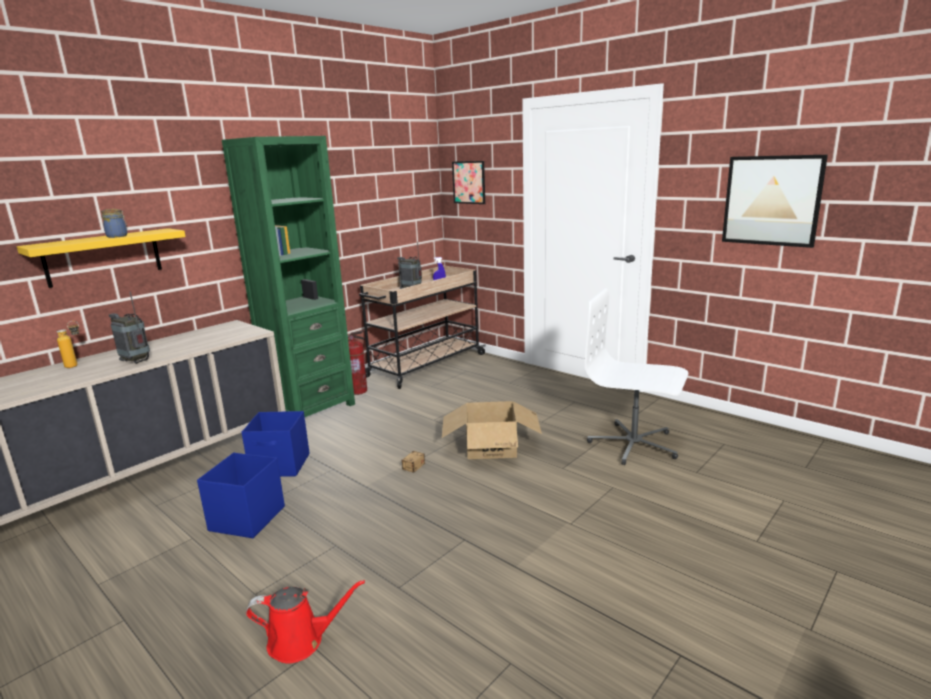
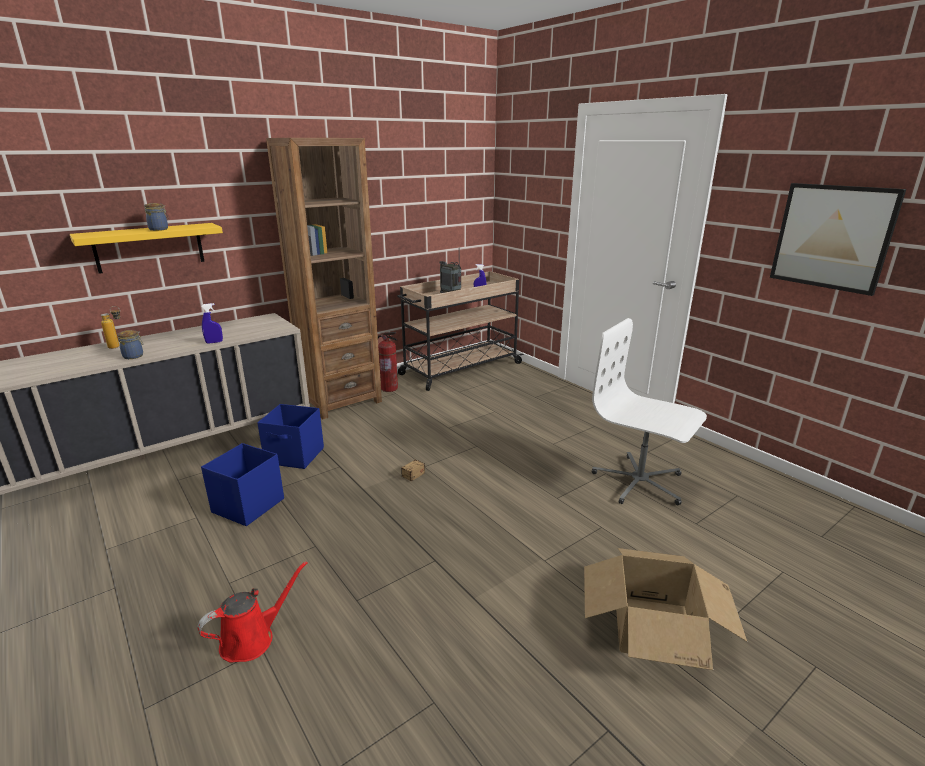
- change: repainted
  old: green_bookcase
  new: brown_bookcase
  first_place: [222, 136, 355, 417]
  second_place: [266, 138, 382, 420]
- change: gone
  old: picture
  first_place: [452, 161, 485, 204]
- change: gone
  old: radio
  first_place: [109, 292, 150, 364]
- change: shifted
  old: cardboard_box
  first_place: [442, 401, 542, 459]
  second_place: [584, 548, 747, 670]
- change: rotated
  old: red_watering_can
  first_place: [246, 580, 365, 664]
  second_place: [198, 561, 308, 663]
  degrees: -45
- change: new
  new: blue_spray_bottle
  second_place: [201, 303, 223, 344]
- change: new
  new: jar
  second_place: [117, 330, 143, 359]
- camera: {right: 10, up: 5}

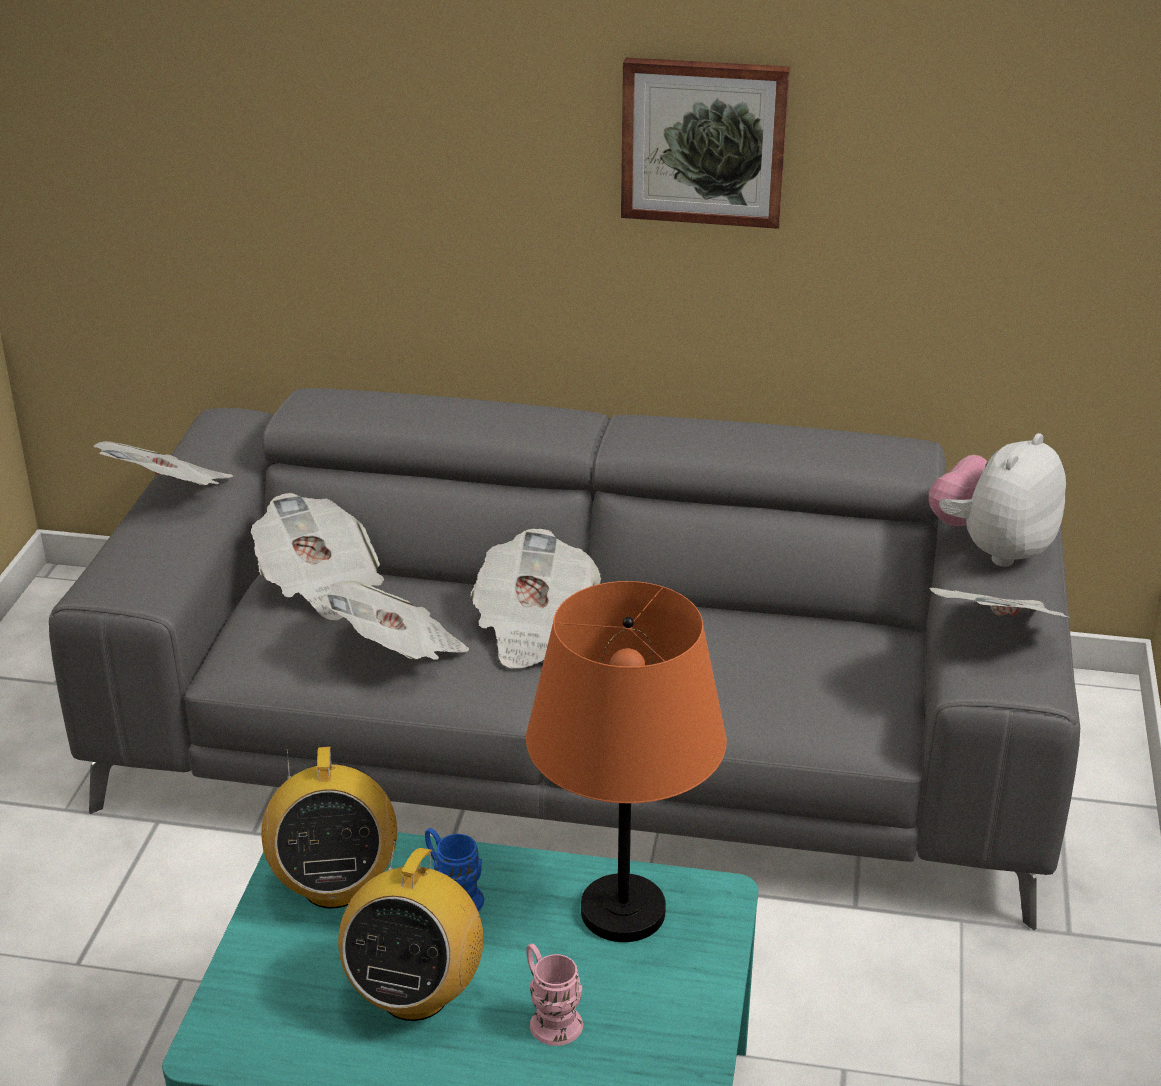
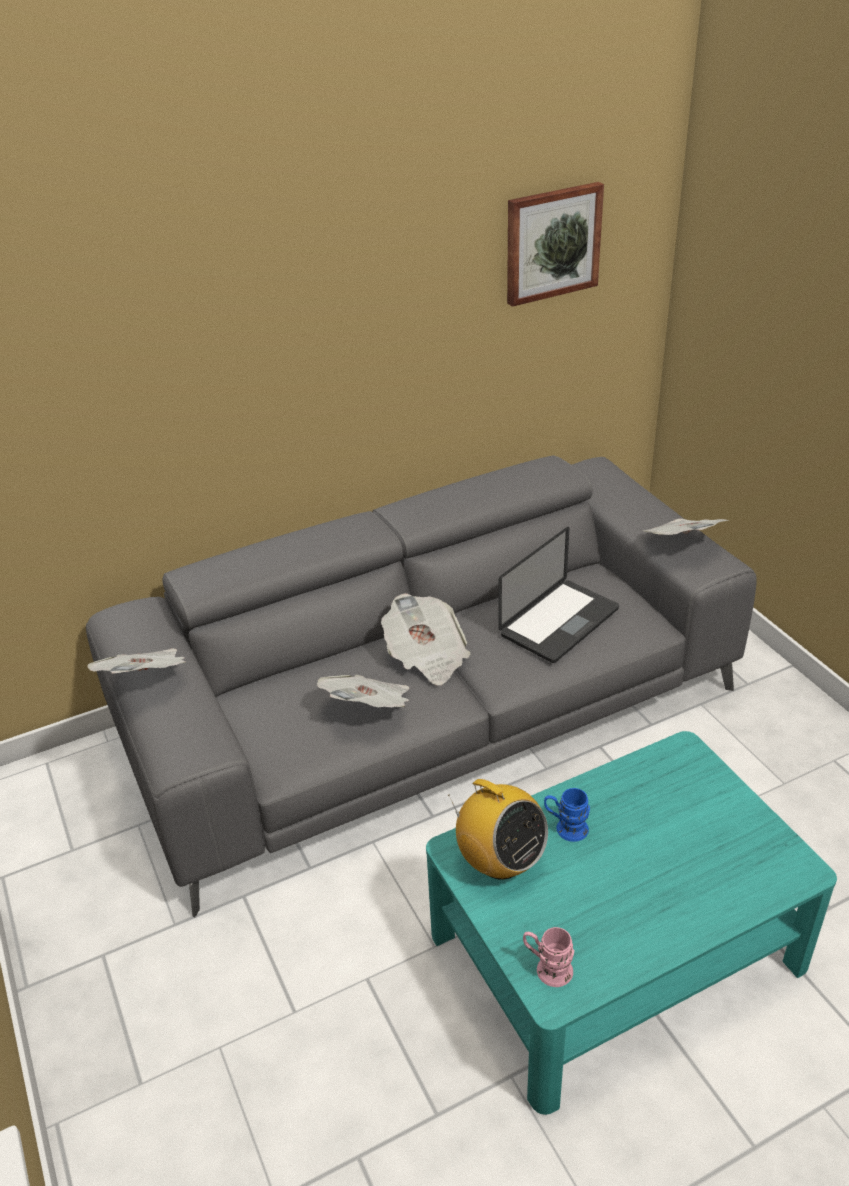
- change: shifted
  old: picture
  first_place: [621, 57, 790, 229]
  second_place: [507, 182, 604, 307]
- change: gone
  old: plush_toy
  first_place: [929, 433, 1066, 567]
- change: gone
  old: newspaper
  first_place: [251, 493, 384, 620]
- change: gone
  old: orange_table_lamp
  first_place: [526, 581, 727, 942]
- change: gone
  old: radio
  first_place: [338, 840, 483, 1021]
- change: shifted
  old: pink_mug
  first_place: [526, 944, 583, 1046]
  second_place: [523, 927, 574, 987]
- change: new
  new: laptop
  second_place: [498, 527, 619, 663]
- camera: {right: -35, up: 5}

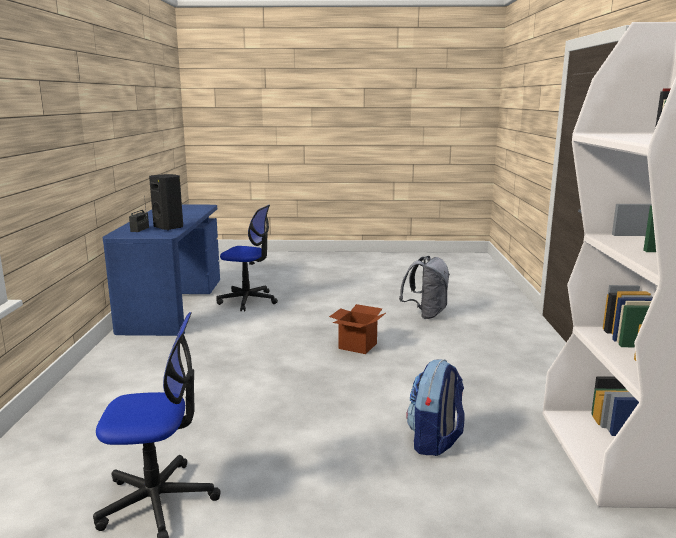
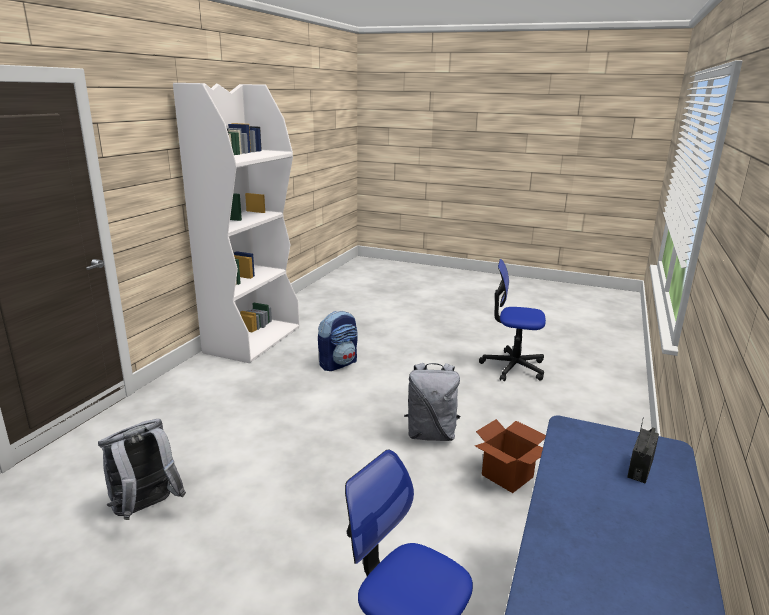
- change: gone
  old: black_speaker
  first_place: [149, 174, 183, 231]
- change: shifted
  old: cardboard_box
  first_place: [329, 304, 386, 354]
  second_place: [475, 419, 546, 493]
- change: new
  new: grey_backpack
  second_place: [404, 363, 460, 441]
- camera: {right: -160, up: 5}

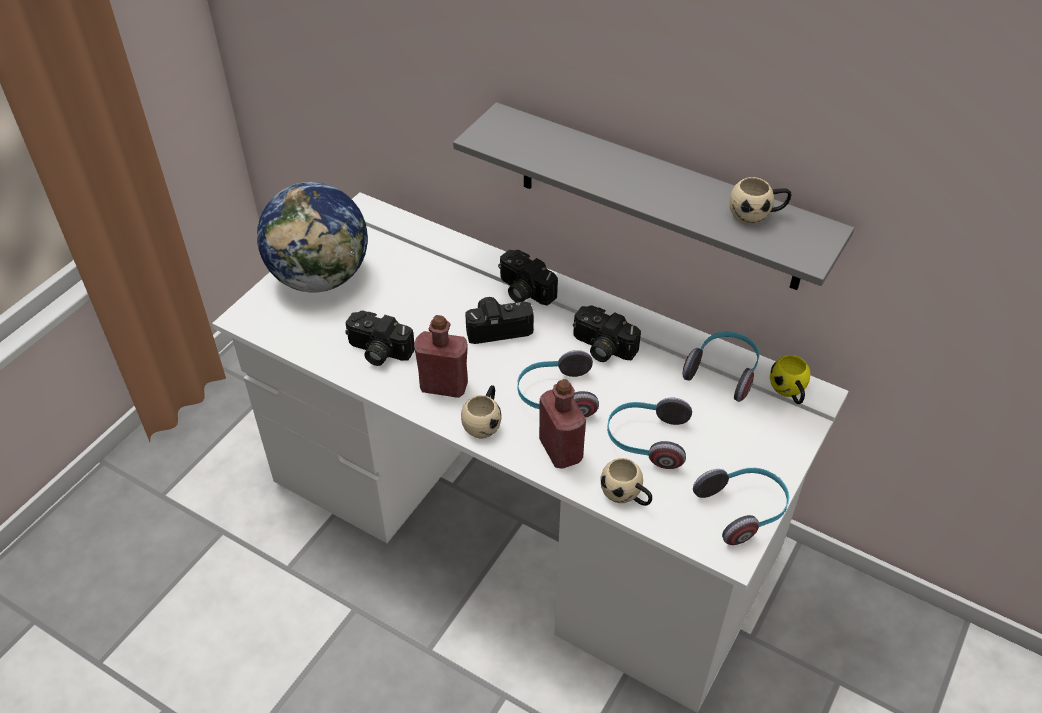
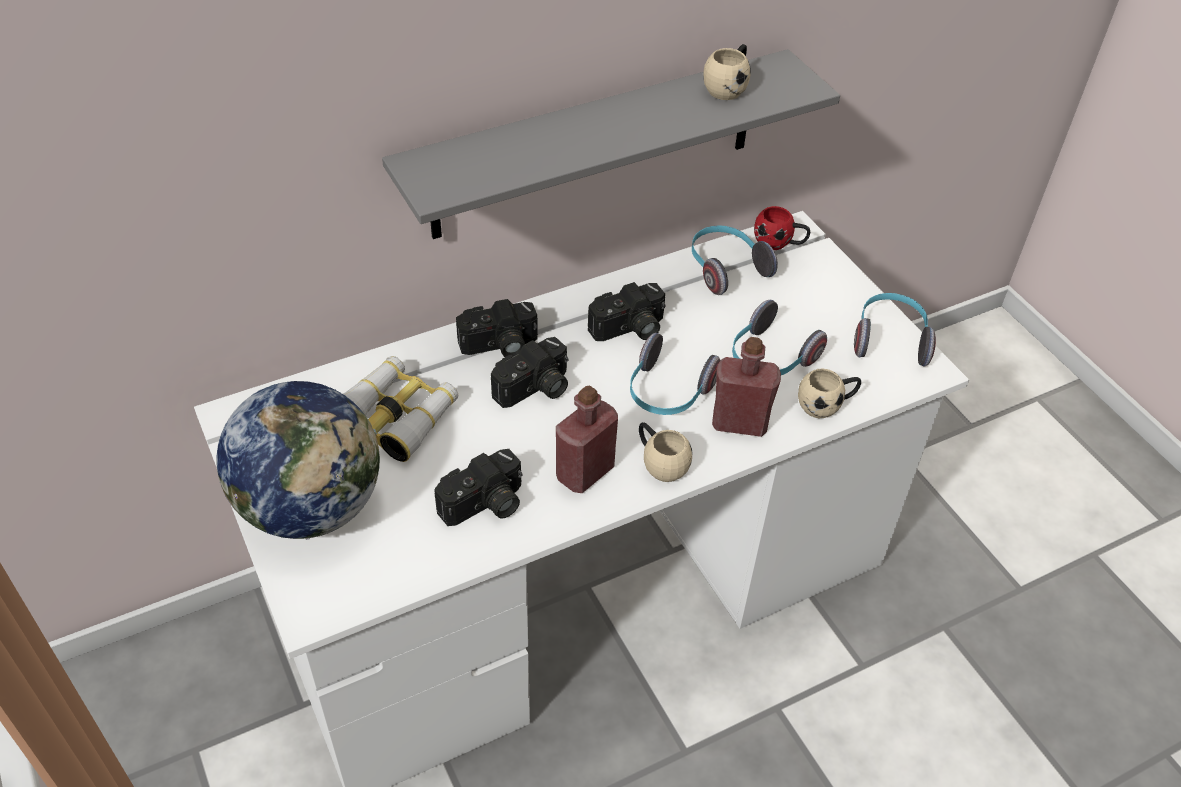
- change: rotated
  old: photo_camera
  first_place: [465, 297, 534, 344]
  second_place: [491, 337, 568, 408]
  degrees: -150
- change: repainted
  old: yellow_mug
  new: red_mug
  first_place: [770, 355, 811, 404]
  second_place: [754, 206, 810, 250]
- change: new
  new: binoculars
  second_place: [343, 356, 458, 462]
- camera: {right: -60, up: 0}

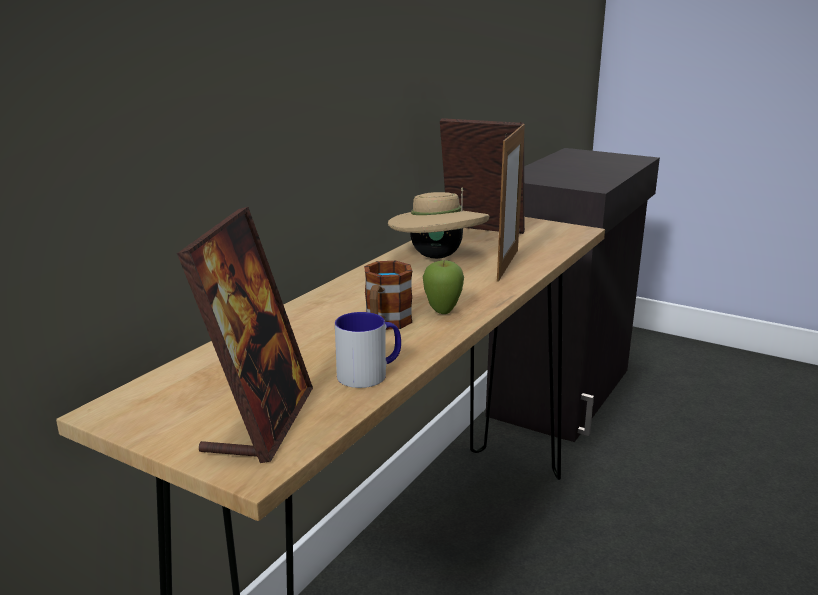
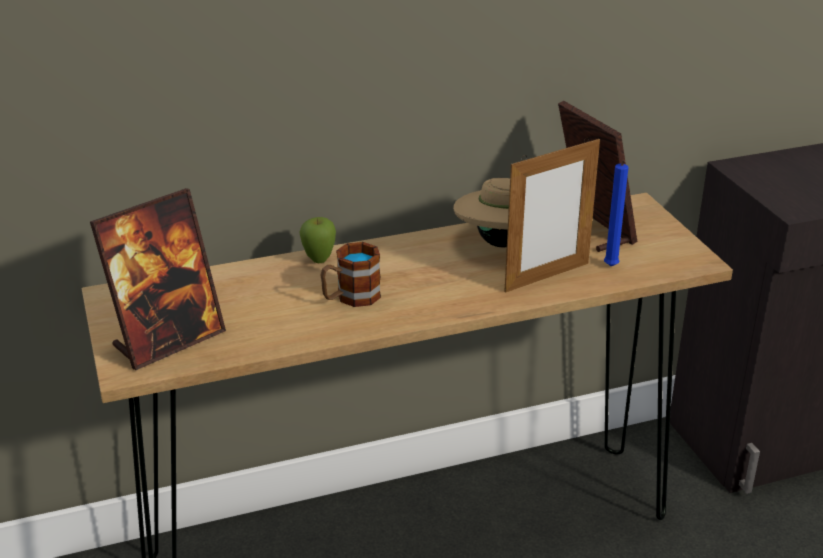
- change: shifted
  old: apple
  first_place: [423, 260, 464, 314]
  second_place: [300, 217, 336, 263]
- change: gone
  old: mug
  first_place: [335, 312, 401, 388]
- change: new
  new: blue_candle
  second_place: [604, 160, 629, 266]
- camera: {right: 40, up: 10}

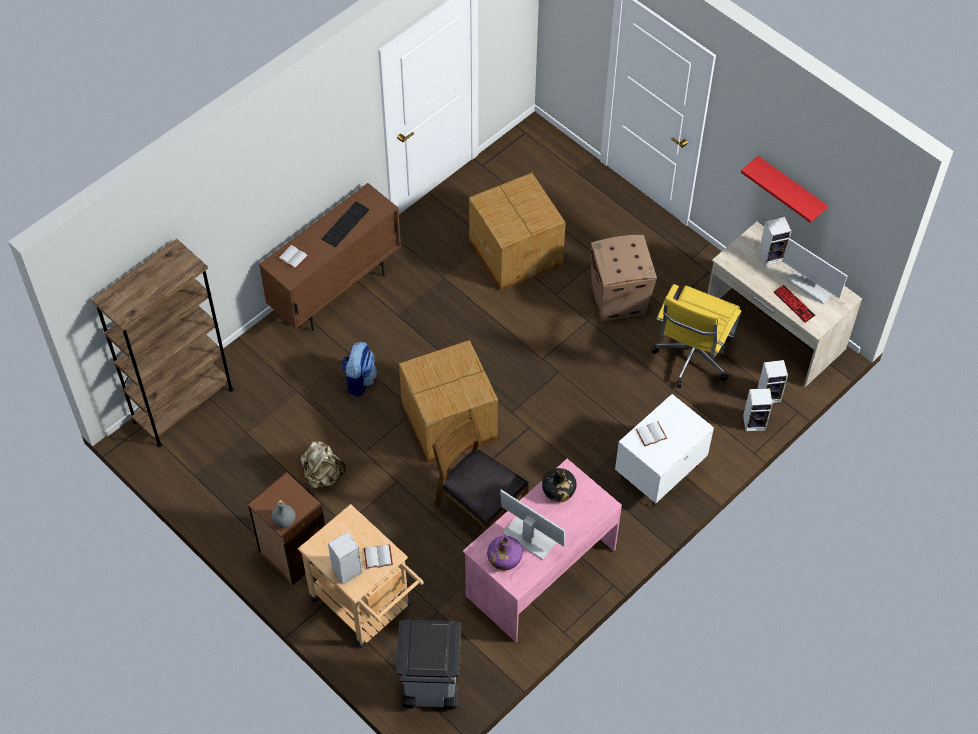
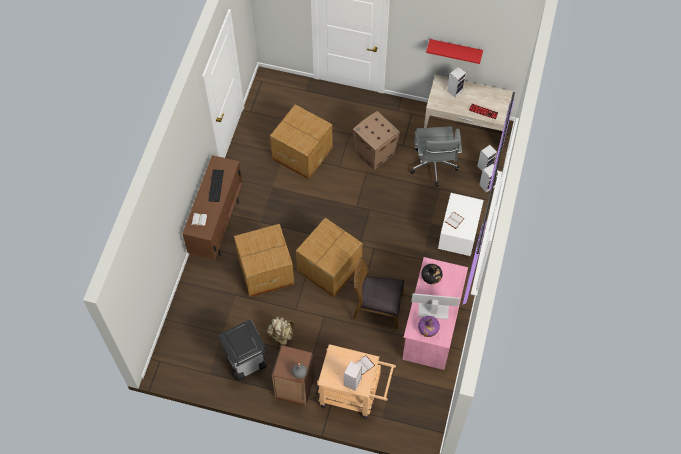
- change: gone
  old: monitor
  first_place: [782, 238, 848, 304]
- change: gone
  old: brown_bookcase
  first_place: [91, 239, 234, 447]
- change: repainted
  old: yellow_office_chair
  new: grey_office_chair
  first_place: [651, 284, 742, 388]
  second_place: [410, 126, 462, 186]
- change: swapped
  old: backpack
  new: cardboard_box
  first_place: [341, 342, 378, 397]
  second_place: [234, 224, 295, 297]
- change: shifted
  old: grey_trash_can
  first_place: [396, 619, 461, 710]
  second_place: [218, 320, 267, 381]
- camera: {right: -30, up: 5}

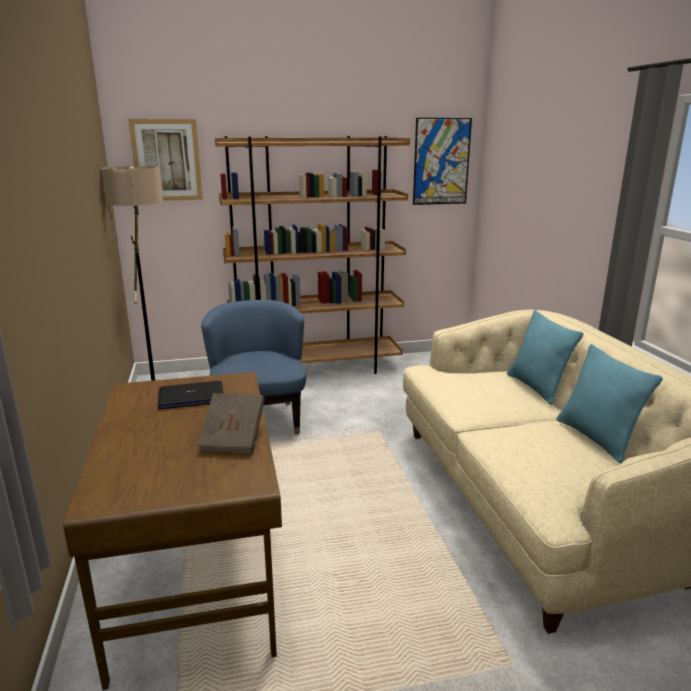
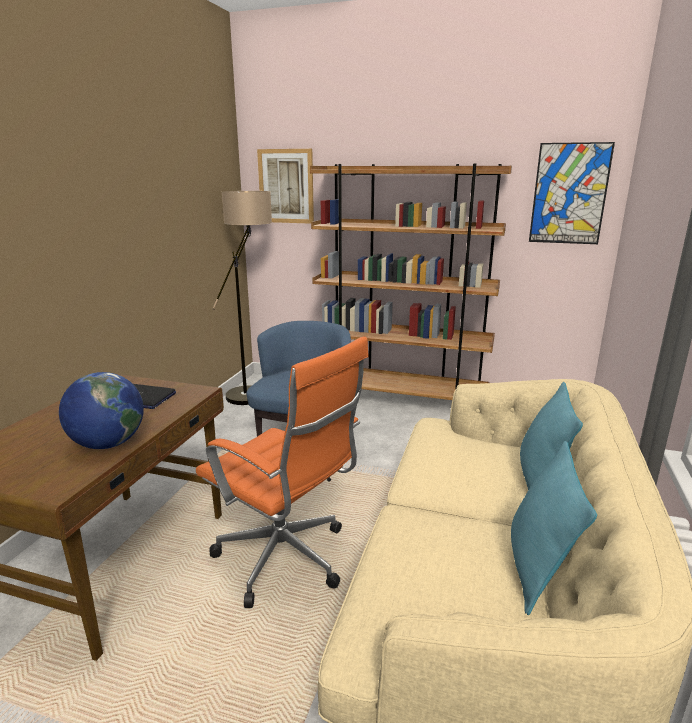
- change: swapped
  old: brown_book
  new: globe
  first_place: [197, 393, 265, 454]
  second_place: [59, 372, 144, 449]
- change: new
  new: orange_office_chair
  second_place: [196, 336, 369, 608]
- camera: {right: 30, up: 0}

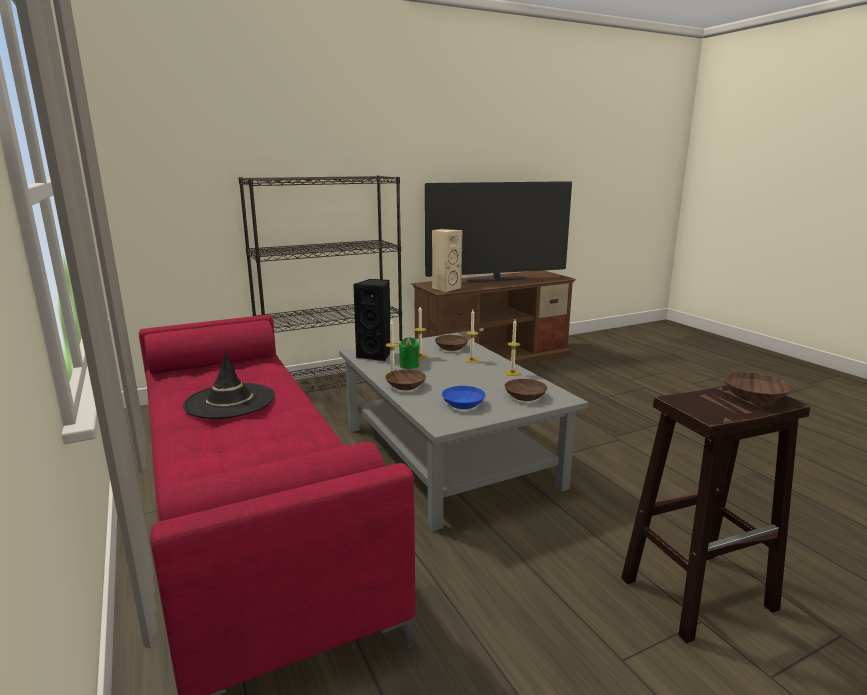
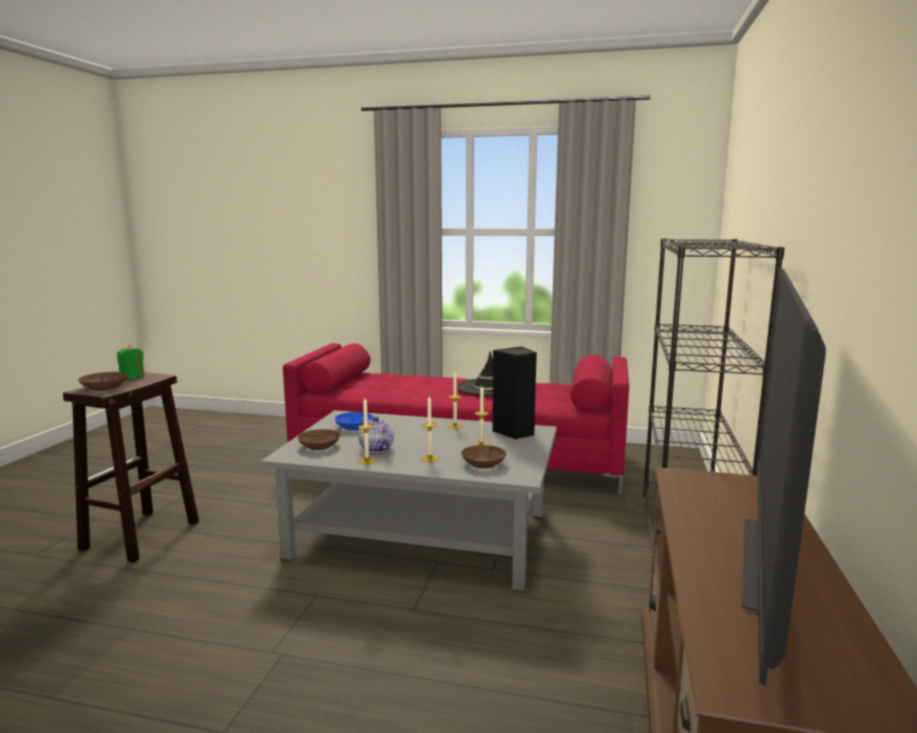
- change: gone
  old: beige_speaker
  first_place: [432, 229, 463, 292]
- change: shifted
  old: green_candle
  first_place: [399, 337, 419, 369]
  second_place: [117, 345, 144, 379]
- change: gone
  old: brown_bowl
  first_place: [385, 369, 426, 390]
- change: new
  new: teapot
  second_place: [359, 416, 394, 453]
- camera: {right: 130, up: -5}

